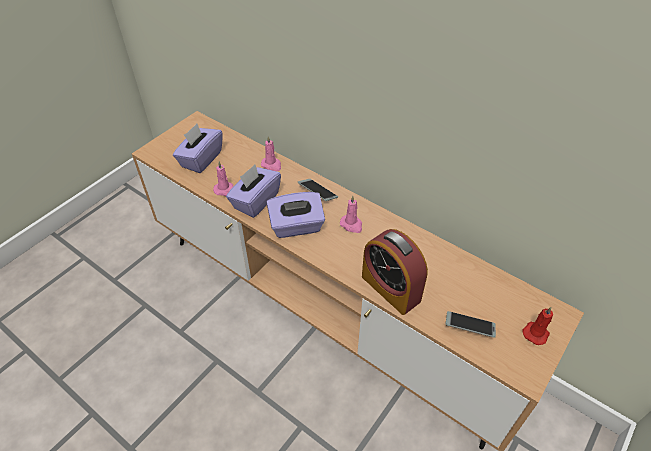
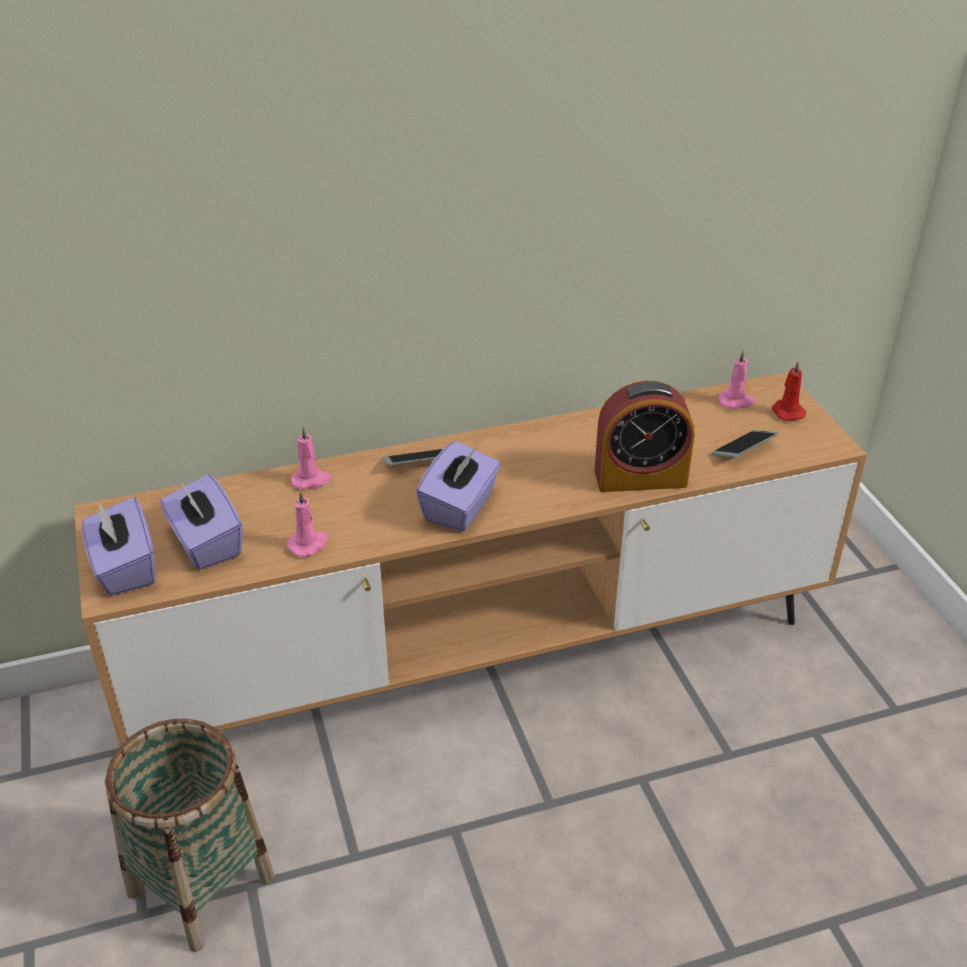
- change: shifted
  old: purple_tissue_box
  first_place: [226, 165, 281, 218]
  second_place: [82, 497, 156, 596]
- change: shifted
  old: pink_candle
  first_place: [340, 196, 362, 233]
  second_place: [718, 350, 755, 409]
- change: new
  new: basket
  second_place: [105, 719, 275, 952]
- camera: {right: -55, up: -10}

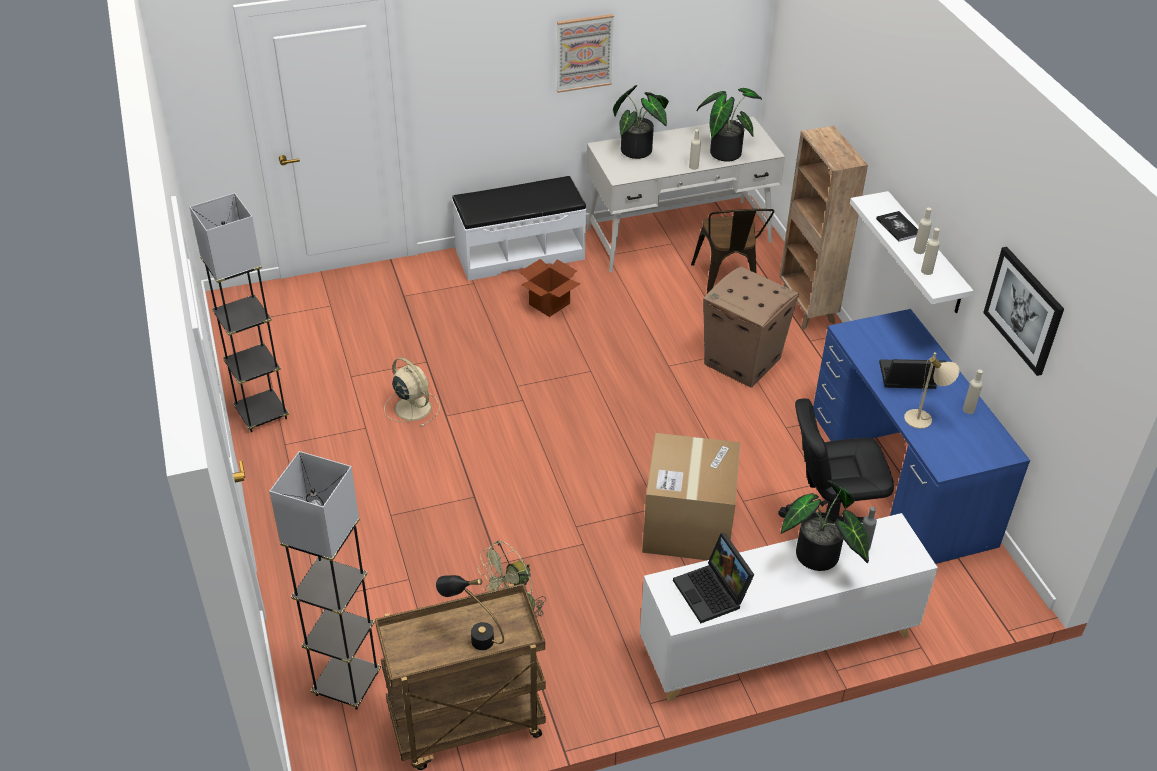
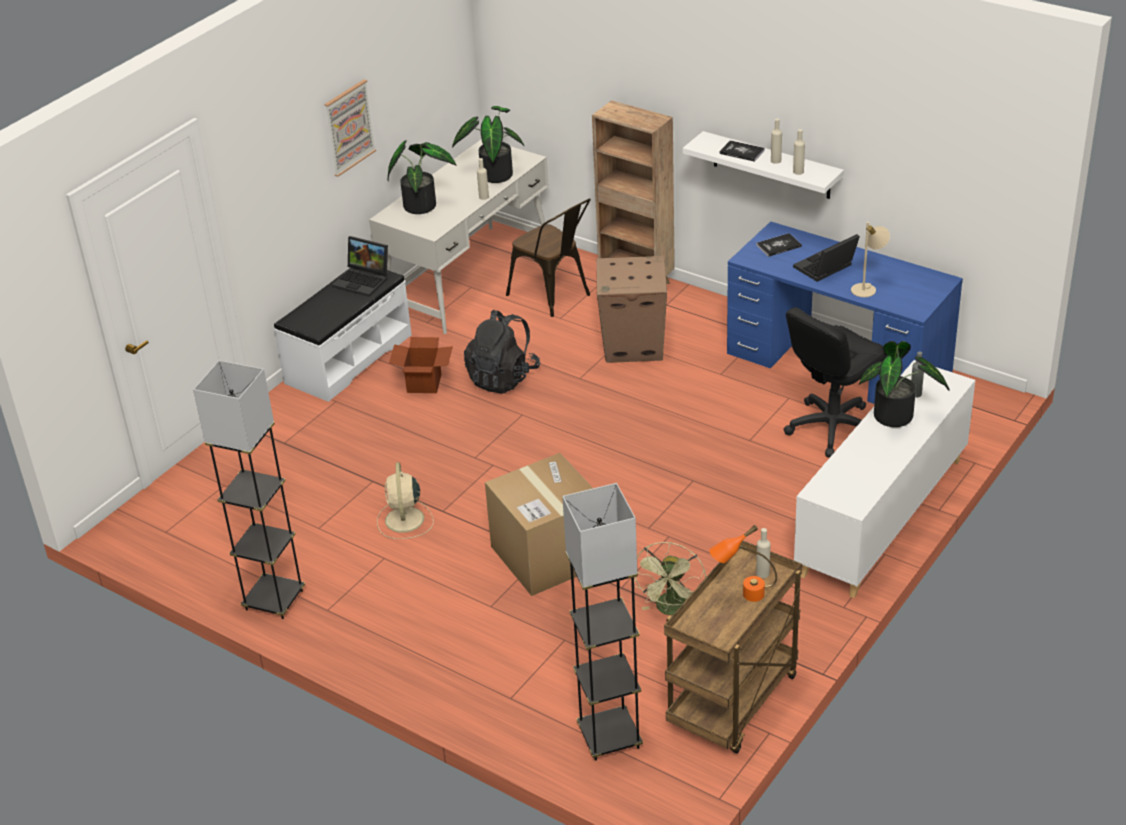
- change: gone
  old: picture
  first_place: [983, 247, 1064, 376]
- change: rotated
  old: beige_fan
  first_place: [384, 357, 440, 427]
  second_place: [377, 462, 434, 539]
  degrees: -105
- change: shifted
  old: beige_bottle
  first_place: [963, 369, 983, 414]
  second_place: [756, 528, 770, 578]
- change: shifted
  old: cardboard_box
  first_place: [642, 433, 740, 560]
  second_place: [485, 453, 593, 596]
- change: shifted
  old: laptop
  first_place: [673, 533, 754, 623]
  second_place: [332, 236, 388, 297]
- change: repainted
  old: black_table_lamp
  new: orange_table_lamp
  first_place: [436, 575, 504, 650]
  second_place: [709, 525, 777, 602]
- change: new
  new: book
  second_place: [756, 233, 802, 257]
- change: new
  new: black_backpack
  second_place: [464, 310, 540, 394]
- camera: {right: -35, up: -5}

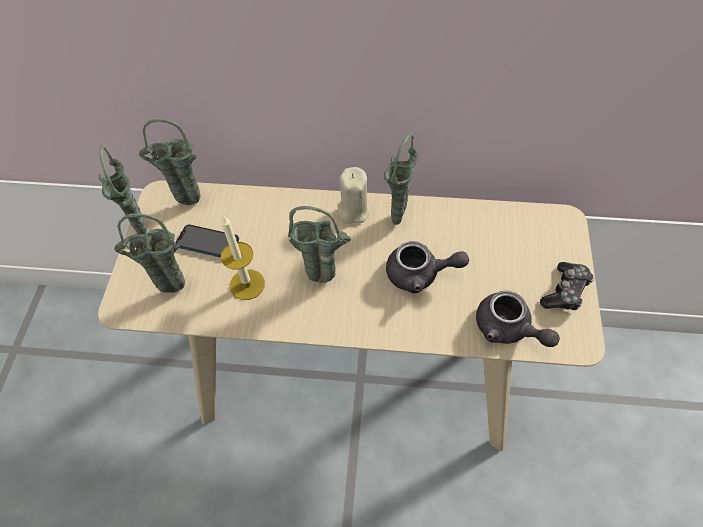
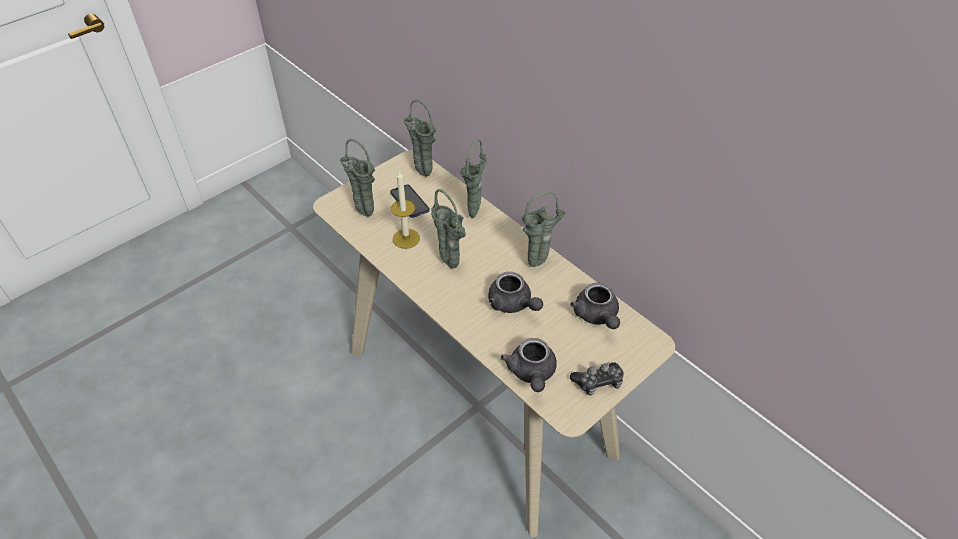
- change: shifted
  old: green_vase
  first_place: [99, 145, 147, 235]
  second_place: [460, 140, 487, 218]
- change: gone
  old: beige_candle
  first_place: [338, 167, 370, 224]
- change: new
  new: grey_teapot
  second_place: [570, 283, 620, 329]
- camera: {right: 40, up: -10}

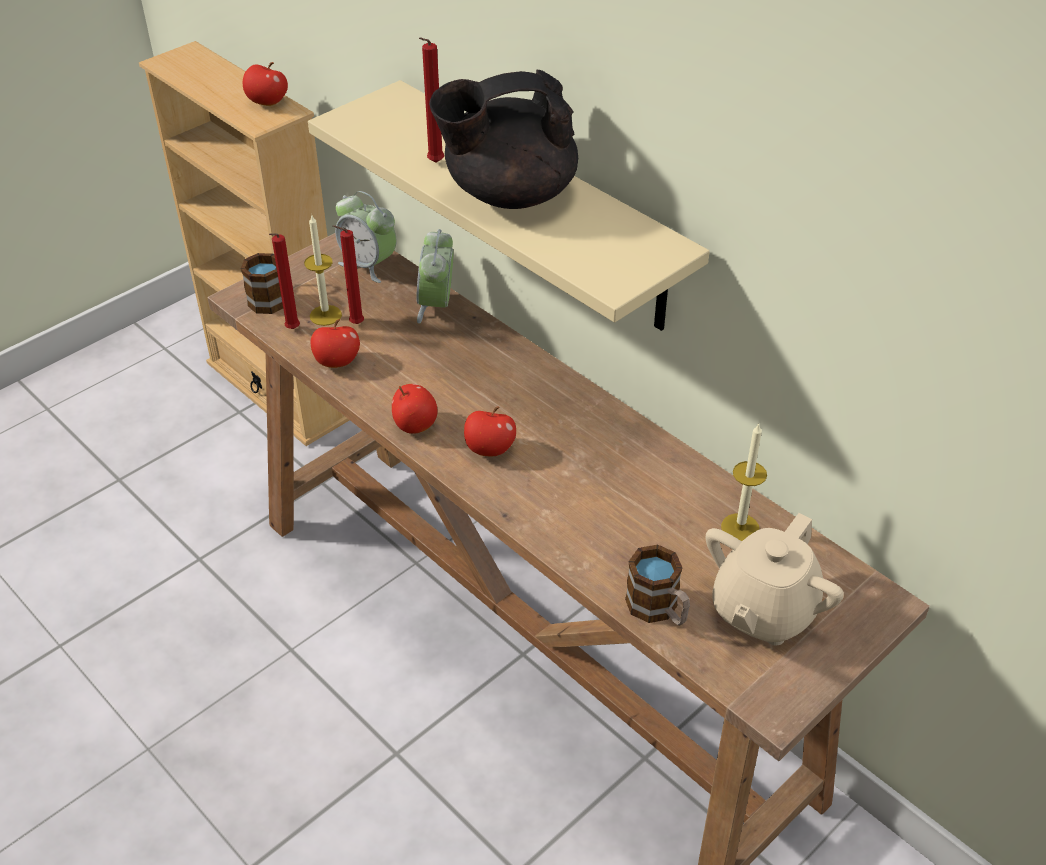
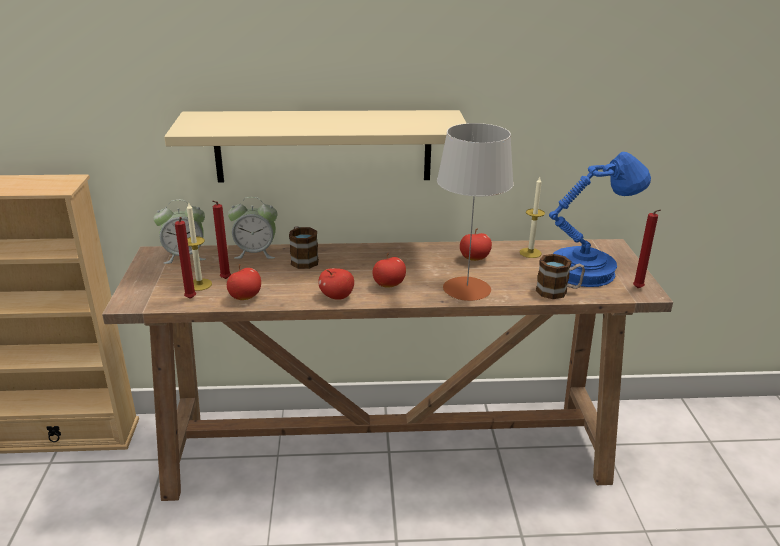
- change: shifted
  old: red_candle
  first_place: [419, 37, 444, 162]
  second_place: [633, 209, 661, 288]
- change: shifted
  old: apple
  first_place: [243, 62, 288, 106]
  second_place: [460, 229, 492, 261]
- change: gone
  old: black_teapot
  first_place: [429, 70, 578, 209]
- change: rotated
  old: alarm_clock
  first_place: [417, 229, 454, 323]
  second_place: [228, 197, 278, 259]
  degrees: -45
- change: shifted
  old: mug
  first_place: [241, 253, 283, 314]
  second_place: [289, 226, 319, 269]
- change: swapped
  old: beige_teapot
  new: blue_table_lamp
  first_place: [706, 513, 844, 645]
  second_place: [549, 152, 651, 287]
- change: new
  new: grey_table_lamp
  second_place: [437, 123, 514, 301]
- camera: {right: -50, up: -15}

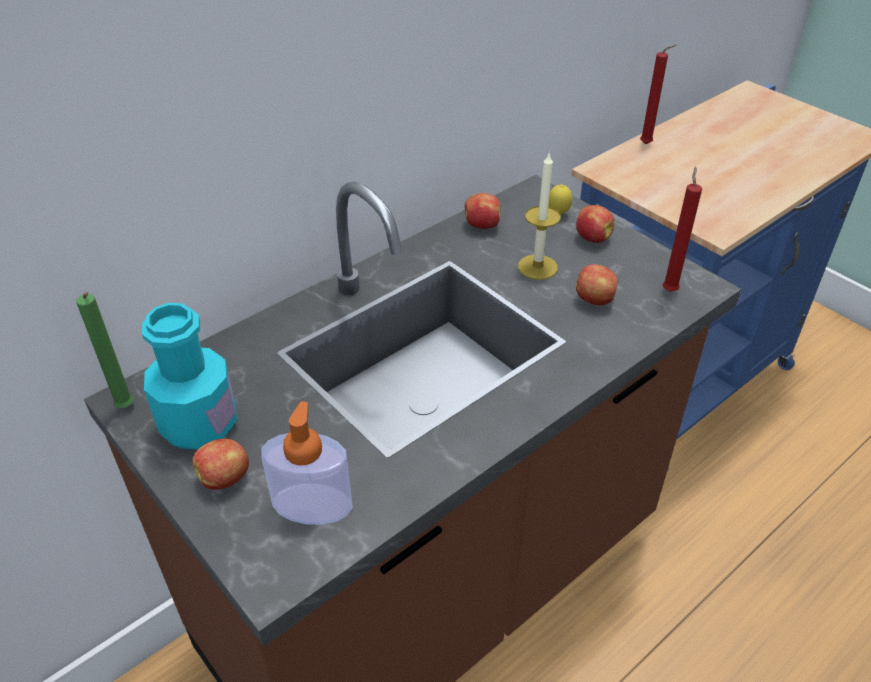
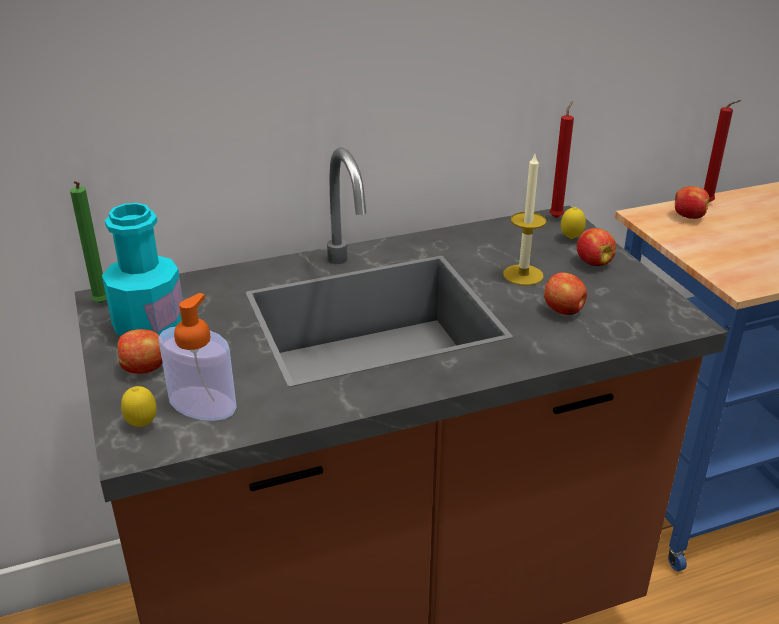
- change: shifted
  old: red_candle
  first_place: [662, 166, 702, 292]
  second_place: [549, 101, 574, 218]
- change: shifted
  old: apple
  first_place: [465, 193, 500, 229]
  second_place: [675, 186, 709, 219]
- change: new
  new: lemon
  second_place: [121, 386, 157, 427]
- camera: {right: 20, up: -10}

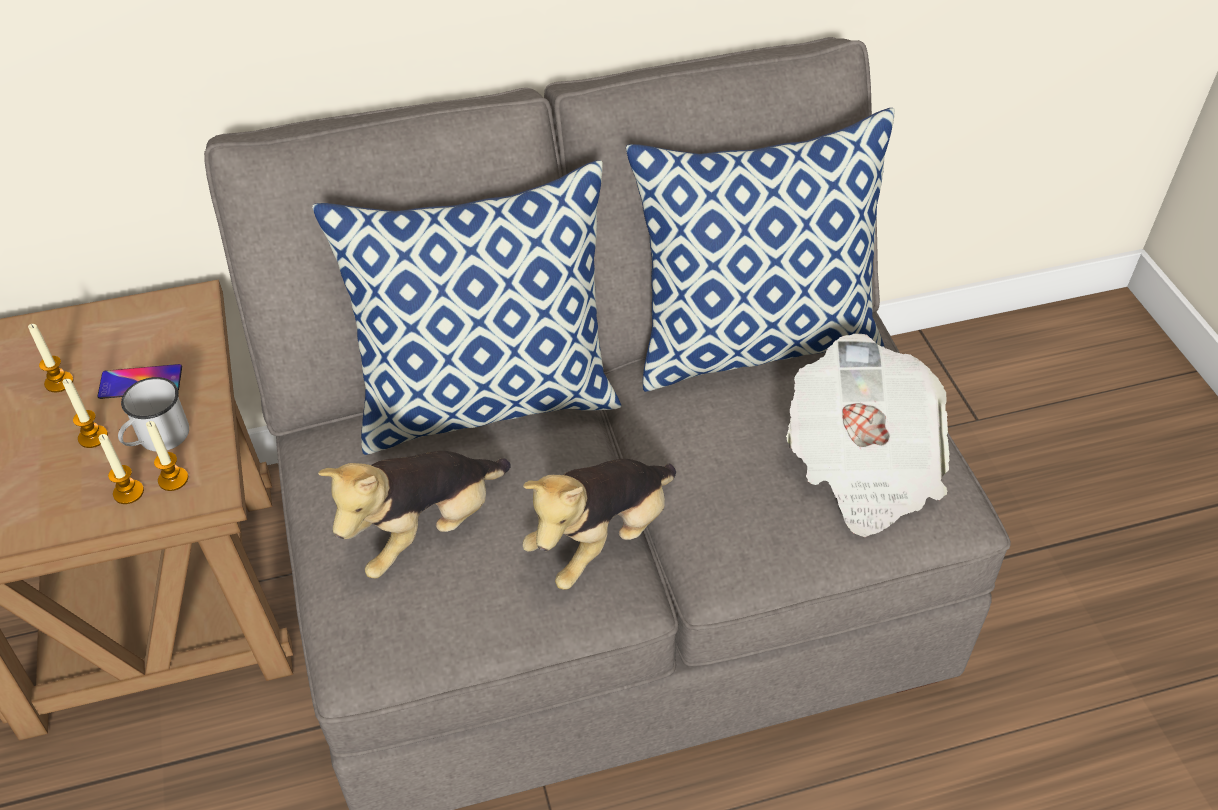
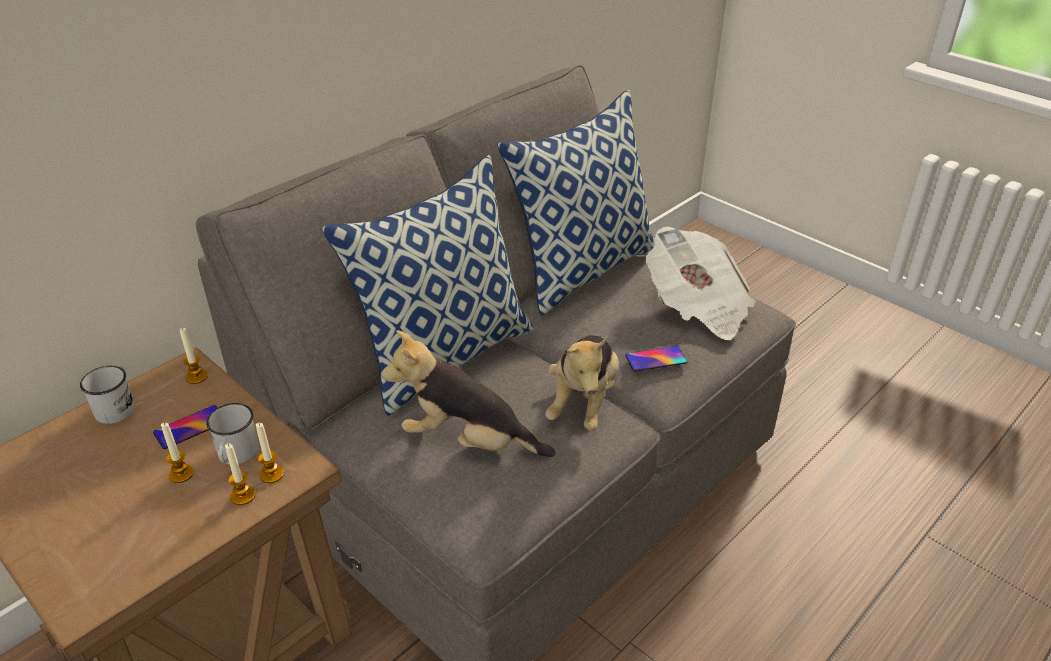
- change: shifted
  old: candle
  first_place: [28, 324, 74, 392]
  second_place: [179, 328, 208, 384]
- change: rotated
  old: plush_toy
  first_place: [318, 451, 511, 578]
  second_place: [382, 330, 556, 457]
  degrees: 90
- change: new
  new: phone
  second_place: [625, 346, 687, 371]
- change: new
  new: white_mug
  second_place: [80, 366, 135, 424]
- camera: {right: -30, up: -10}

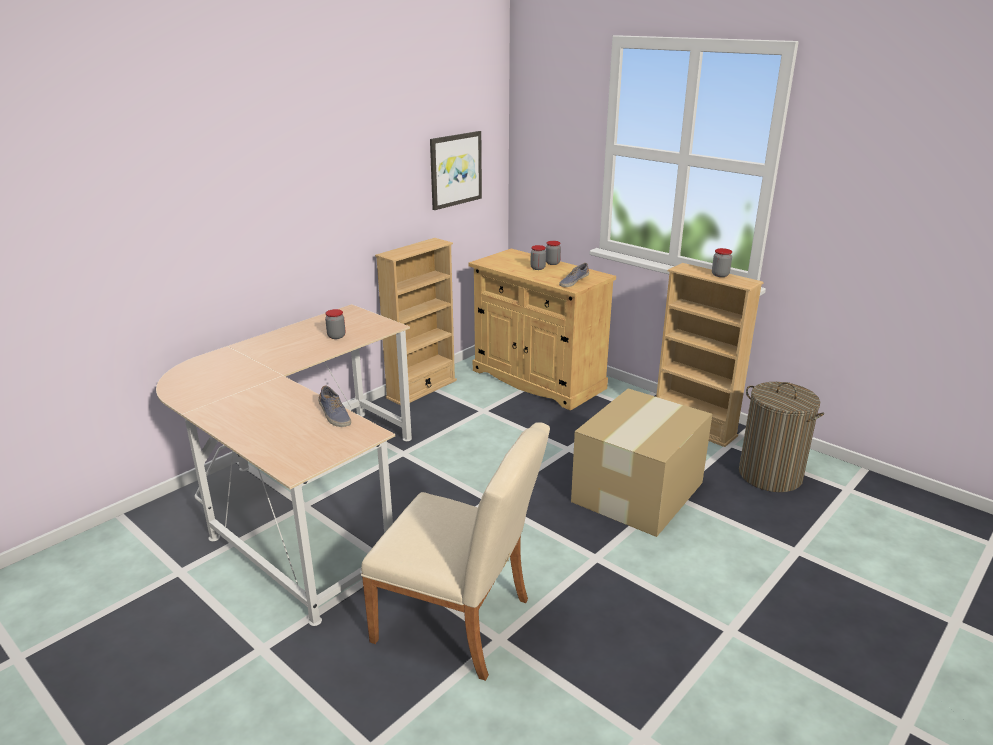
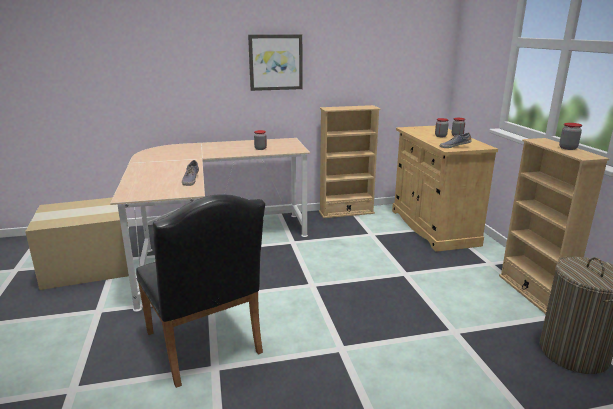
- change: shifted
  old: picture
  first_place: [430, 131, 482, 210]
  second_place: [248, 34, 303, 91]
- change: shifted
  old: cardboard_box
  first_place: [571, 388, 712, 537]
  second_place: [25, 197, 131, 290]
- change: repainted
  old: beige_chair
  new: black_chair
  first_place: [361, 423, 550, 681]
  second_place: [136, 194, 265, 388]
- camera: {right: 35, up: -5}

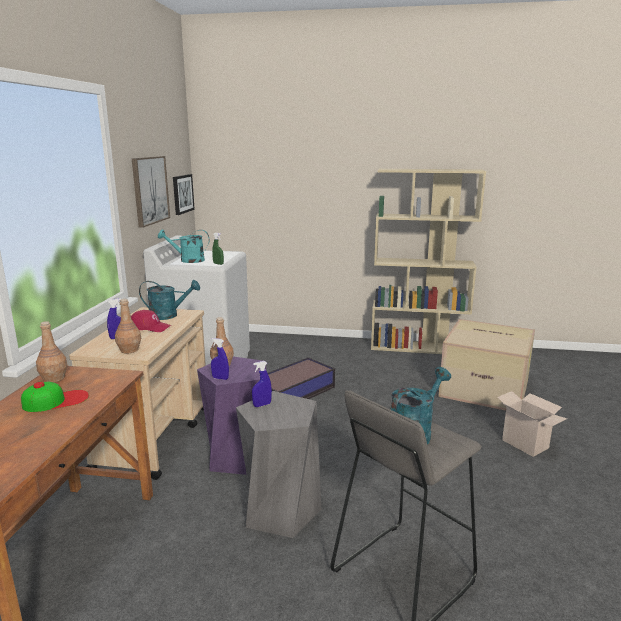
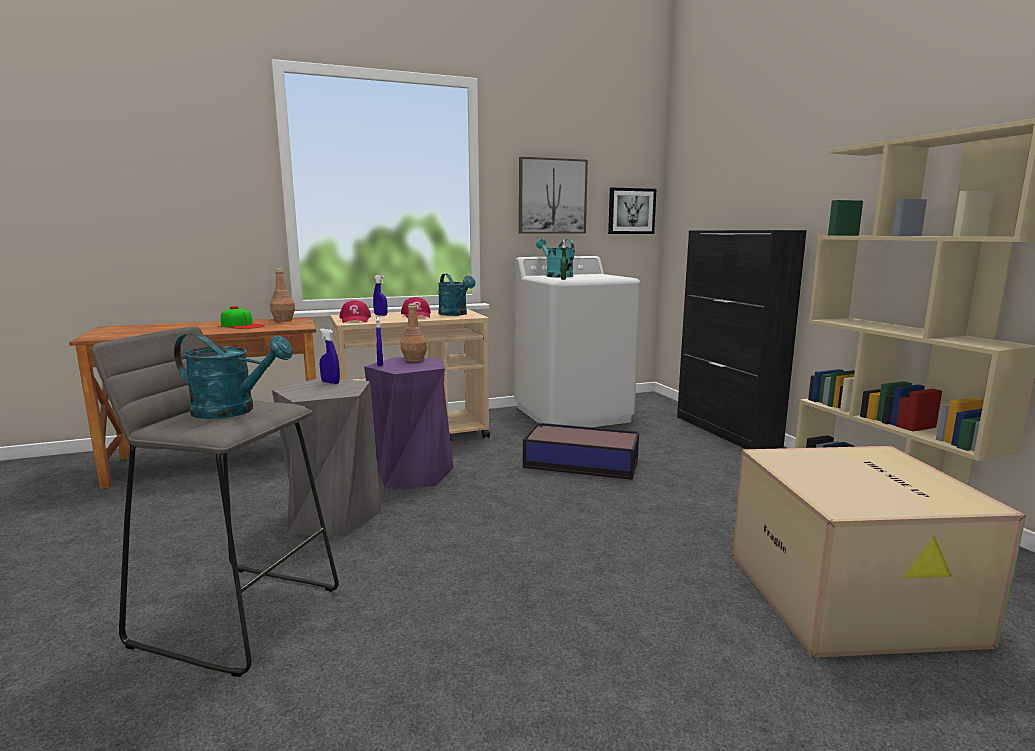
- change: swapped
  old: brown_bottle
  new: red_cap
  first_place: [115, 299, 141, 353]
  second_place: [339, 300, 371, 323]
- change: gone
  old: cardboard_box
  first_place: [497, 391, 567, 457]
- change: new
  new: black_cabinet
  second_place: [677, 230, 807, 449]
- camera: {right: 60, up: -5}

